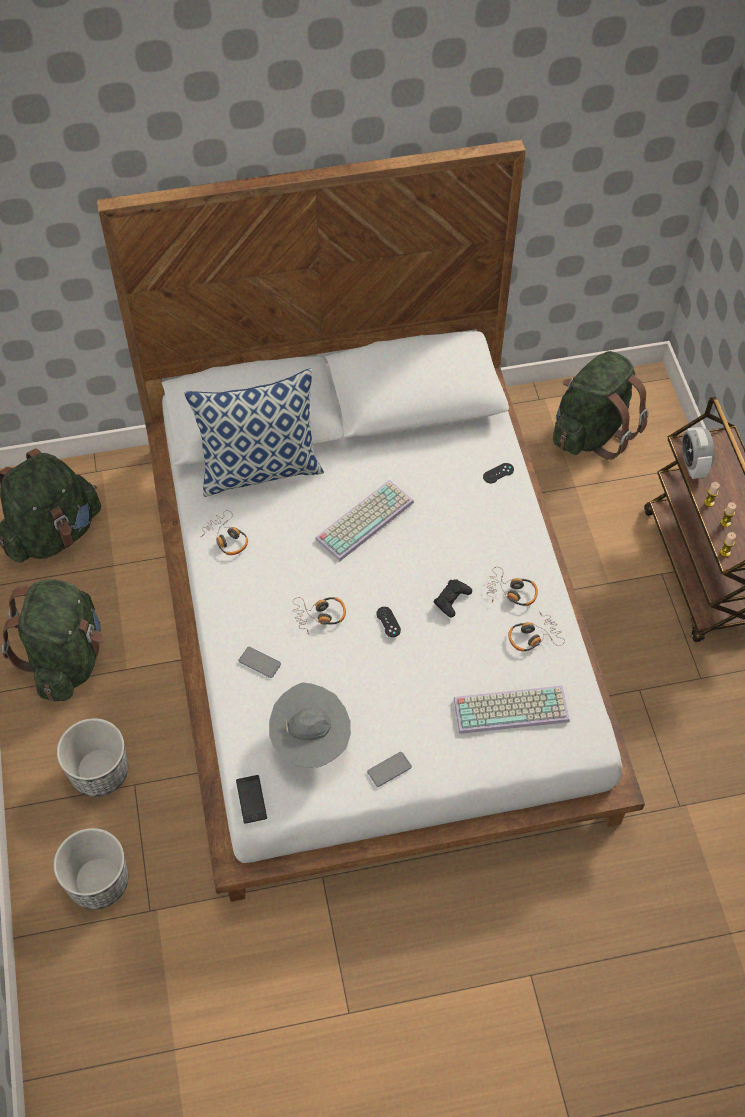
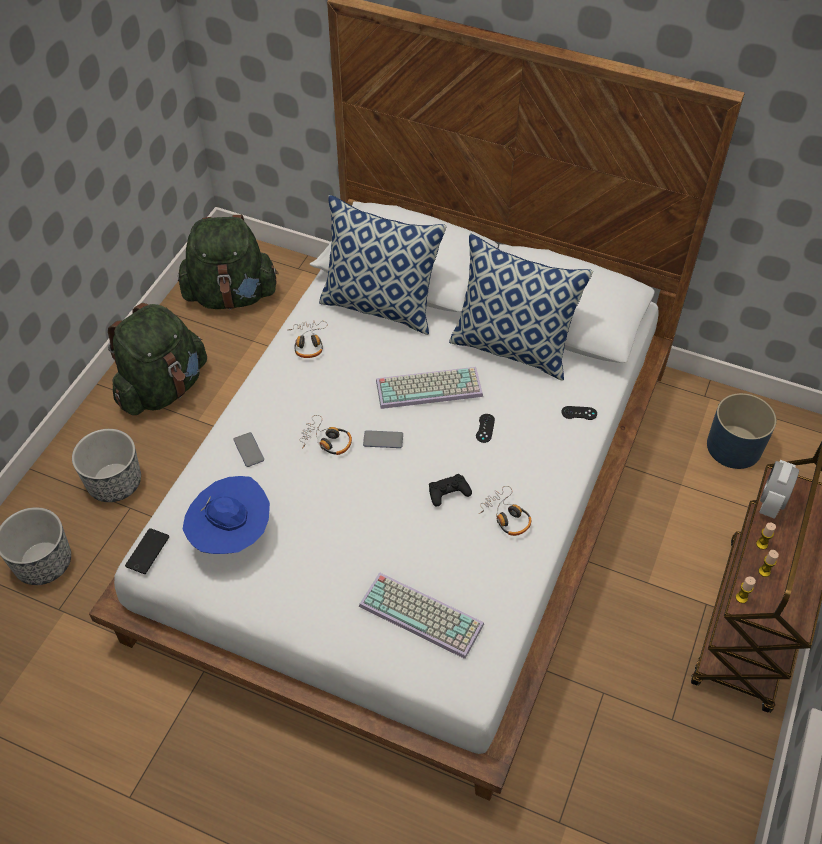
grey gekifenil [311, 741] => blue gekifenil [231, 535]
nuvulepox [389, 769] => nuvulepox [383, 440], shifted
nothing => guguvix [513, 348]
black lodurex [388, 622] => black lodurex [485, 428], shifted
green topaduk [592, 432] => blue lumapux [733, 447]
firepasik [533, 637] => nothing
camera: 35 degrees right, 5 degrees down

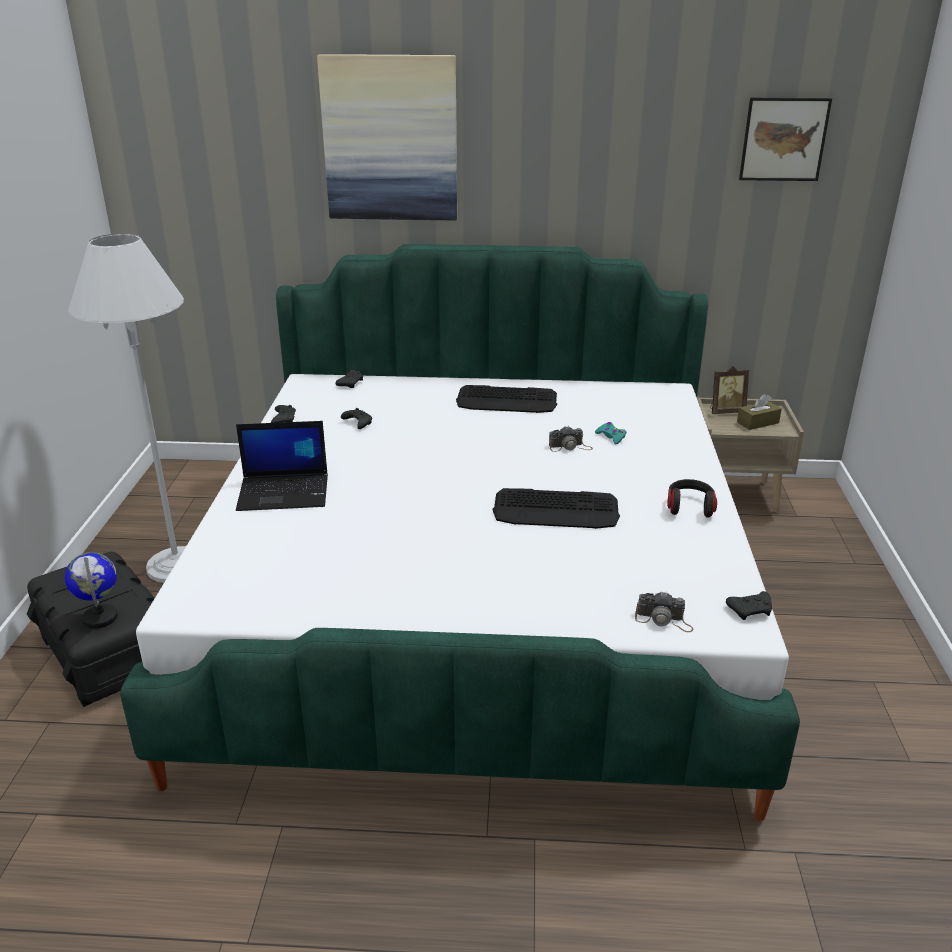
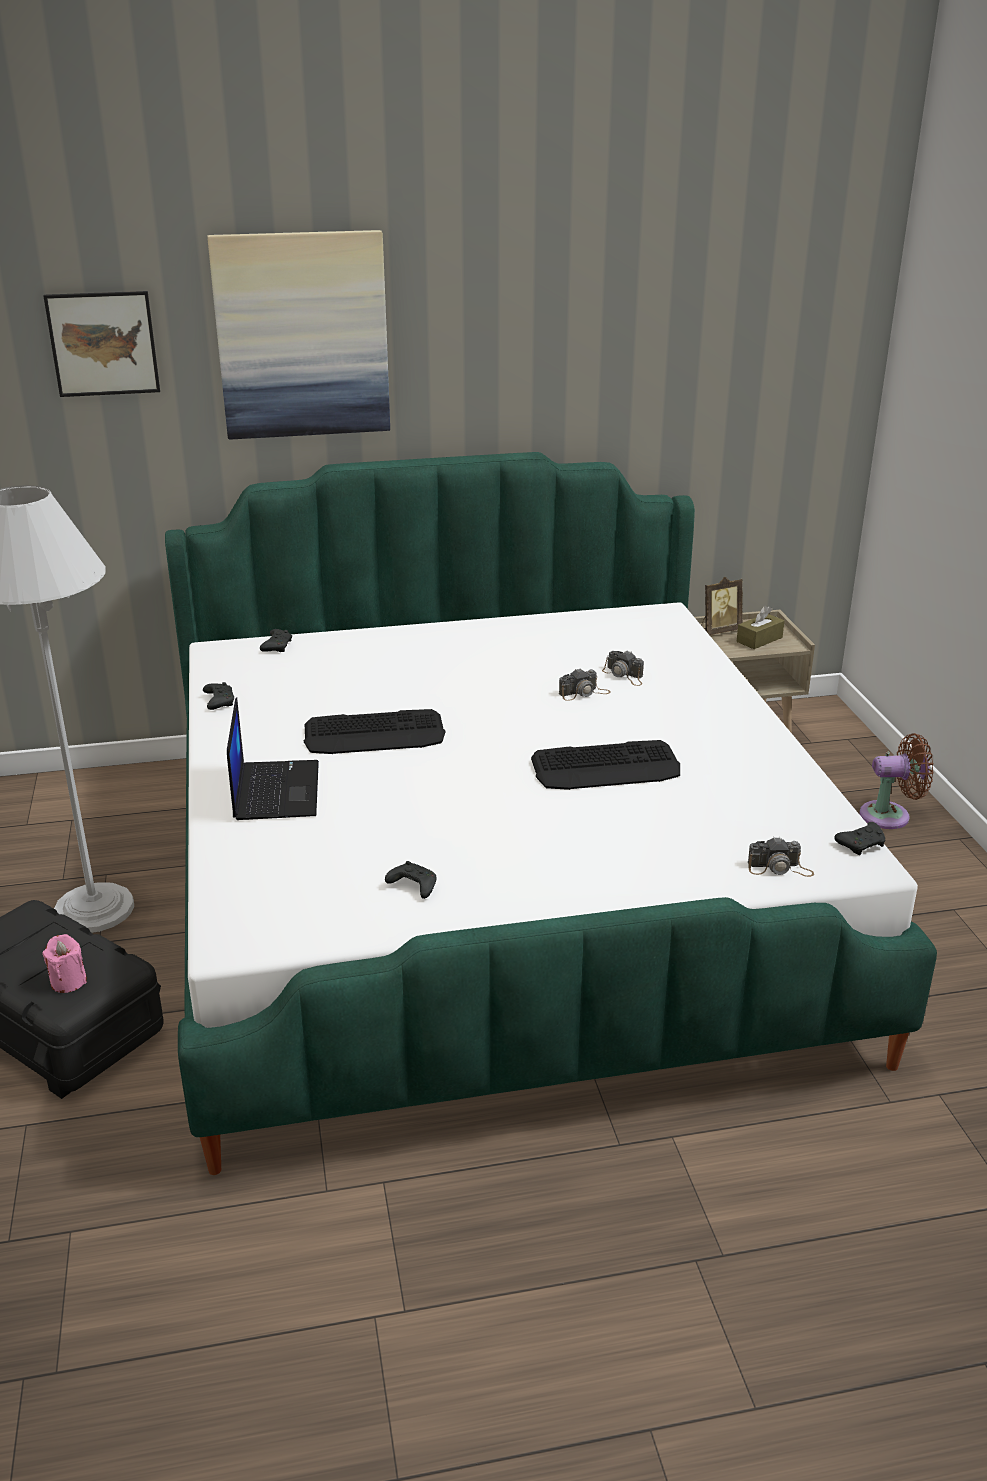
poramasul [100, 618] => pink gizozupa [68, 981]
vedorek [784, 139] => vedorek [103, 344], shifted
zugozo [285, 492] => zugozo [275, 790], 75 degrees counterclockwise
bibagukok [507, 401] => bibagukok [375, 734], shifted
black lodurex [357, 423] => black lodurex [412, 886], shifted
turquoise lodurex [611, 437] => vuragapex [624, 675]
nothing => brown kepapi [890, 816]
firepasik [690, 507] => nothing
camera: 15 degrees left, 0 degrees up

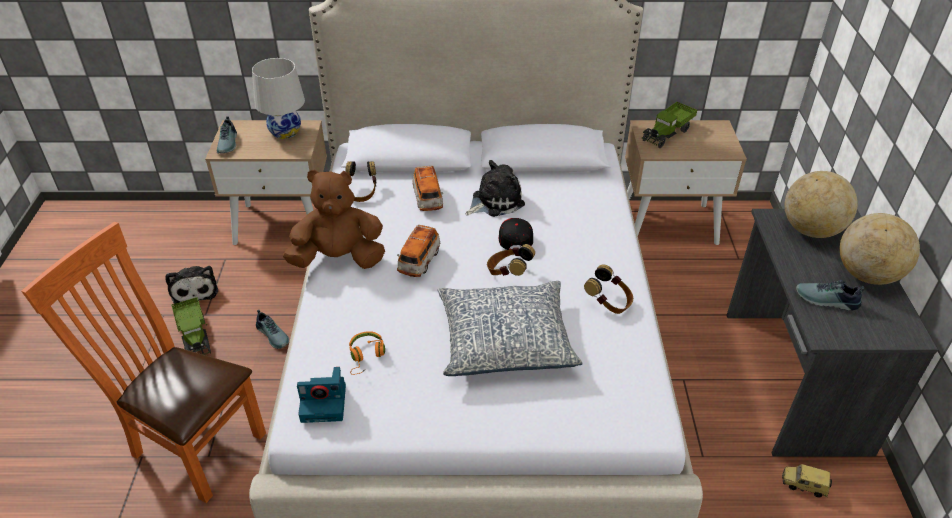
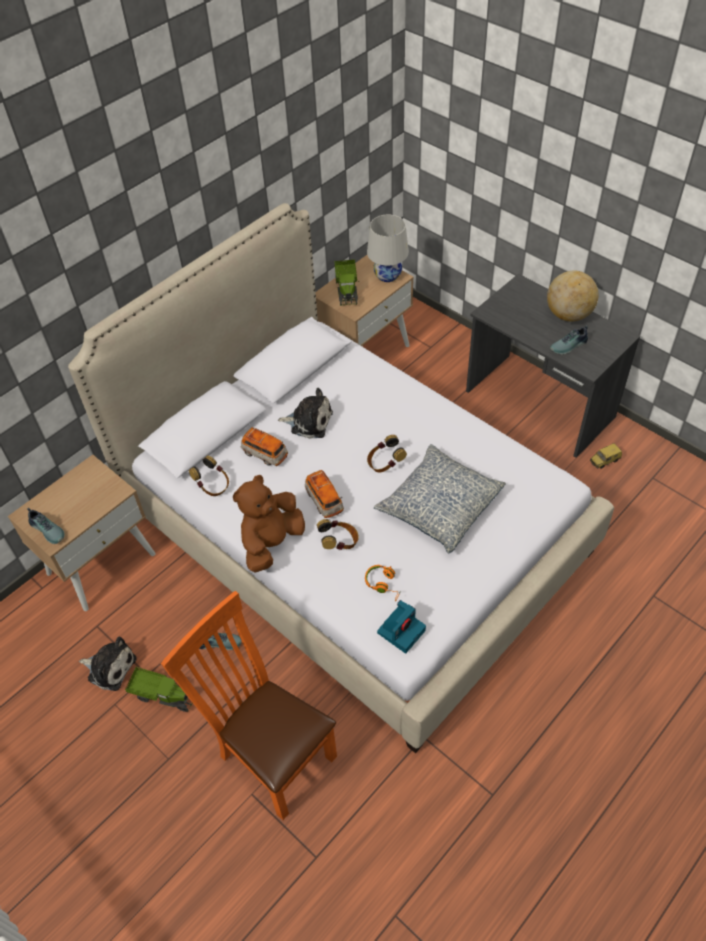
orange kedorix [191, 443] => orange kedorix [271, 754], 60 degrees clockwise
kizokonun [494, 201] => kizokonun [309, 421], 90 degrees clockwise
firepasik [609, 303] => firepasik [339, 542], shifted
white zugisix [285, 132] => white zugisix [387, 275], shifted
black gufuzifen [515, 236] => nothing
poramasul [811, 230] => nothing
camera: 45 degrees left, 10 degrees up

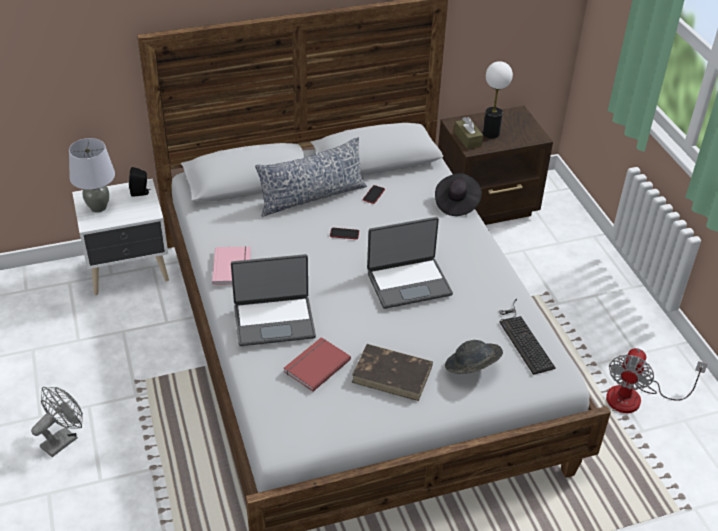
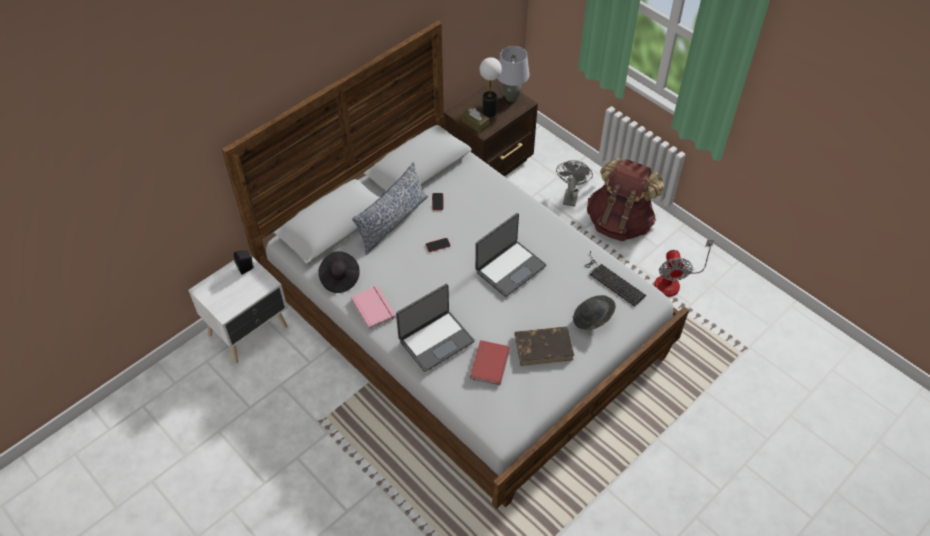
black gekifenil [456, 203] => black gekifenil [339, 278], shifted
grey zugisix [98, 207] => grey zugisix [511, 97], shifted
grey kepapi [63, 439] => grey kepapi [570, 195], shifted
nothing => brown topaduk [619, 223]
camera: 25 degrees left, 10 degrees up

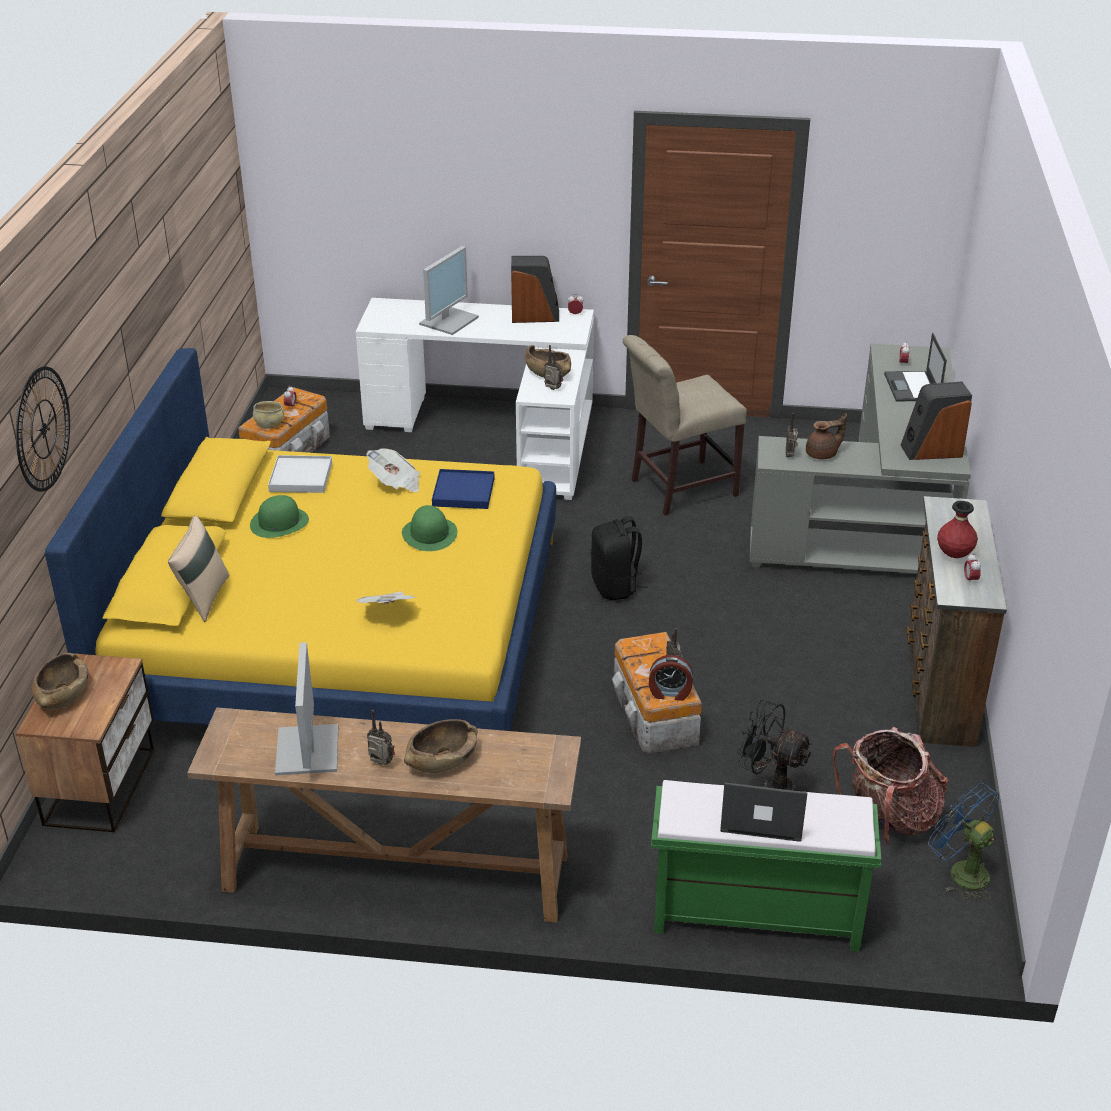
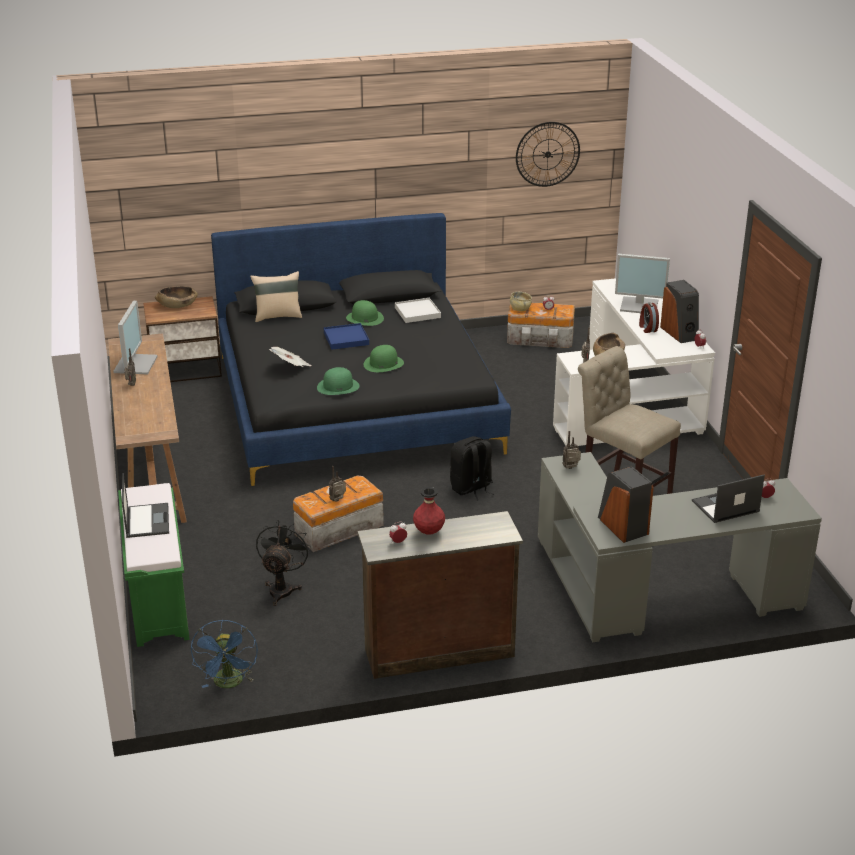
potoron [308, 751] => potoron [135, 364], 120 degrees clockwise
blue kepapi [960, 871] => blue kepapi [229, 684], 150 degrees clockwise
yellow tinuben [339, 632] => black tinuben [356, 402]
nothing => green gekifenil [338, 386]
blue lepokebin [463, 492] => blue lepokebin [346, 338], shifted
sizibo [43, 429] => sizibo [547, 154], shifted
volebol [670, 693] => volebol [647, 328], shifted
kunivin [395, 483] => nothing
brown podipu [442, 759] => nothing
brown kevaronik [823, 454] => nothing
topaduk [889, 817] => nothing
camera: 70 degrees right, 5 degrees down

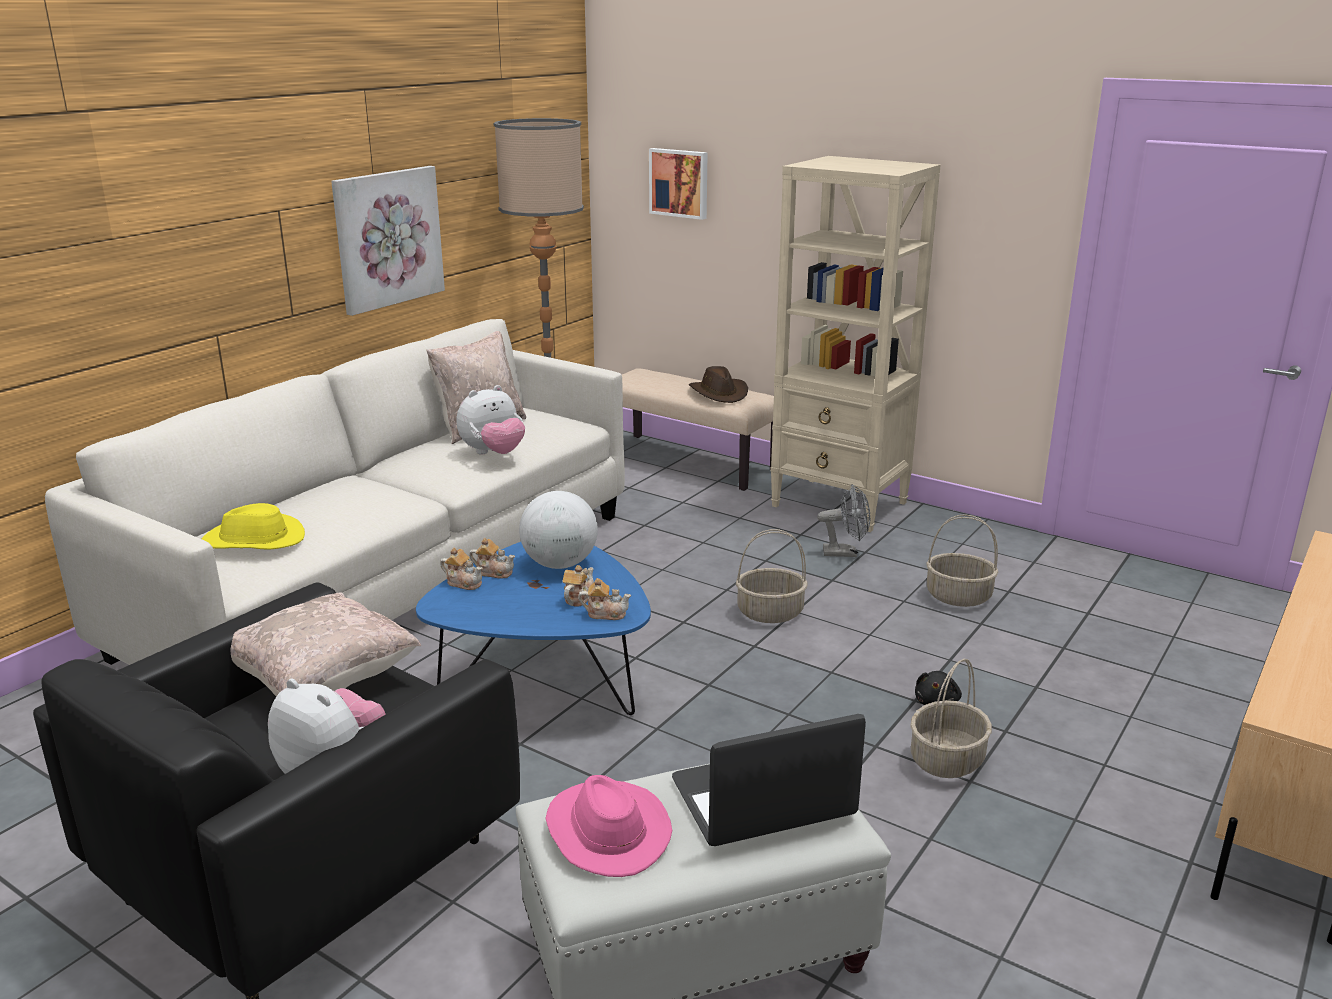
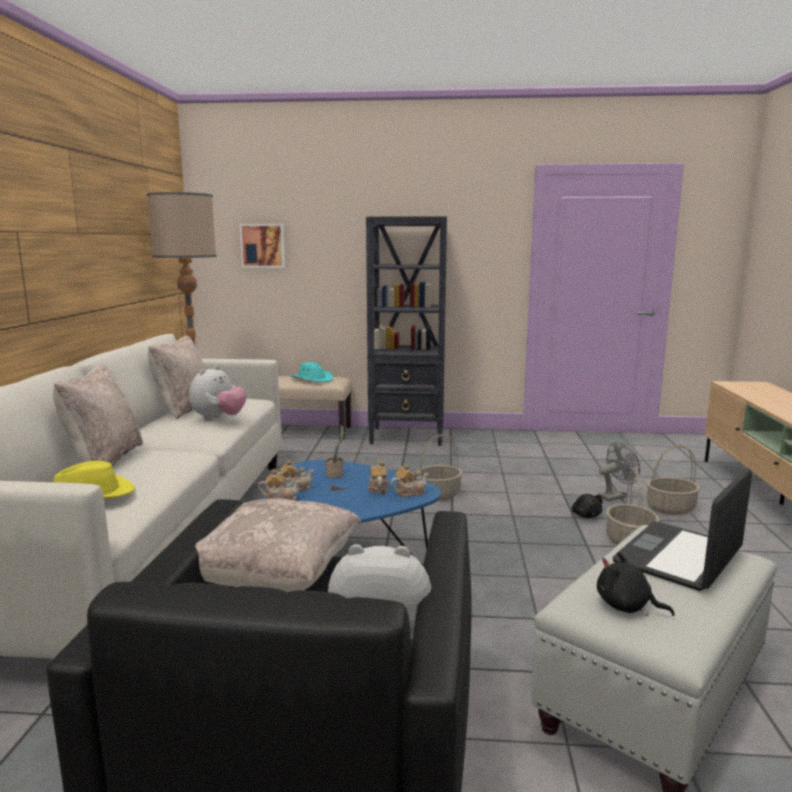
nothing => beige guguvix [104, 460]
brown gekifenil [719, 393] => turquoise gekifenil [312, 379]
poramasul [559, 564] => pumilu [336, 474]
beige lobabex [840, 505] => black lobabex [408, 437]
pink gekifenil [605, 831] => black kizokonun [626, 606]
grey kepapi [845, 553] => grey kepapi [615, 496], shifted
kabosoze [959, 596] => kabosoze [670, 508], shifted
vedorek [387, 238] => nothing
camera: 30 degrees left, 10 degrees down

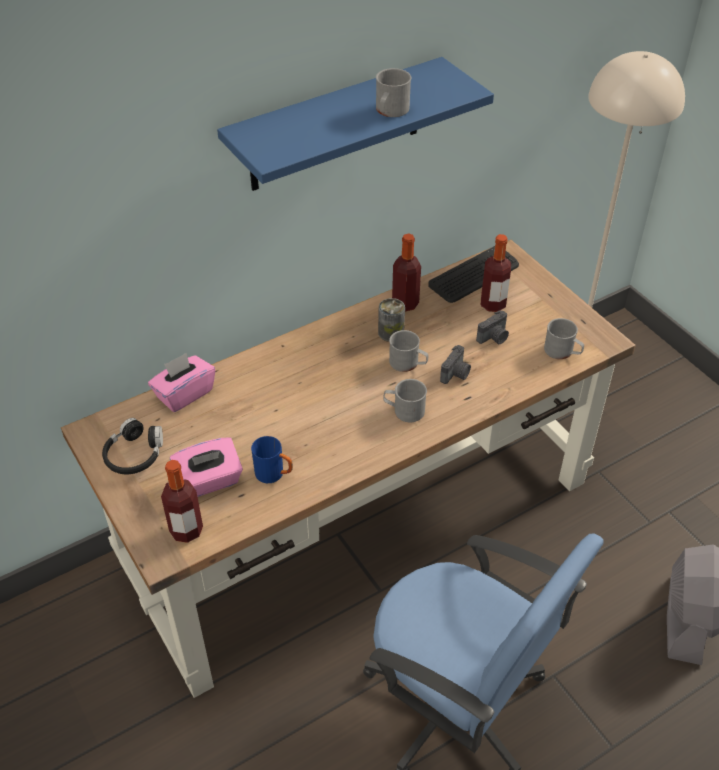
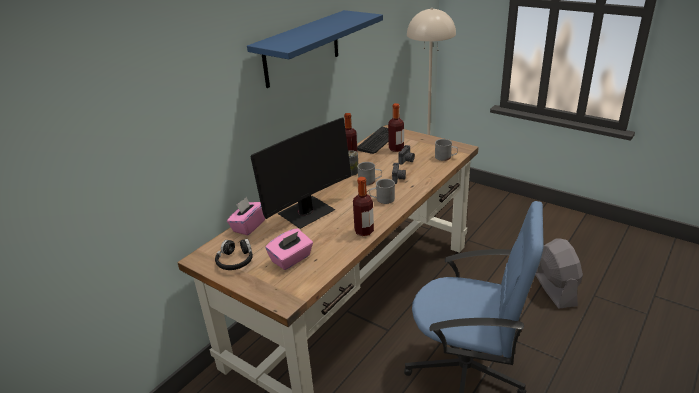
nothing => potoron [306, 213]
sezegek [186, 530] => sezegek [364, 231], shifted
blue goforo [274, 474] => nothing
grey goforo [390, 111] => nothing
camera: 20 degrees left, 15 degrees down

